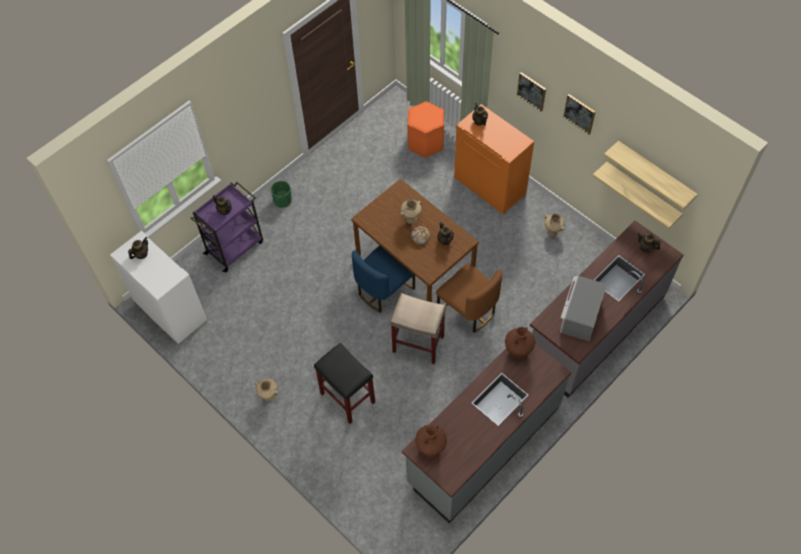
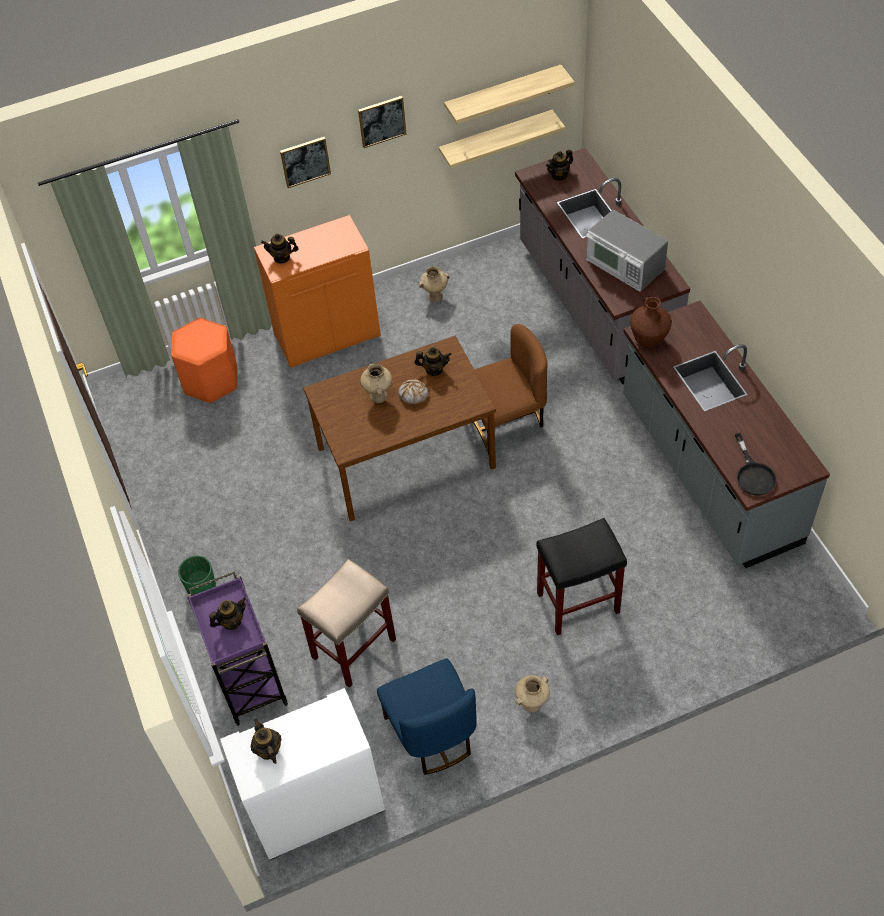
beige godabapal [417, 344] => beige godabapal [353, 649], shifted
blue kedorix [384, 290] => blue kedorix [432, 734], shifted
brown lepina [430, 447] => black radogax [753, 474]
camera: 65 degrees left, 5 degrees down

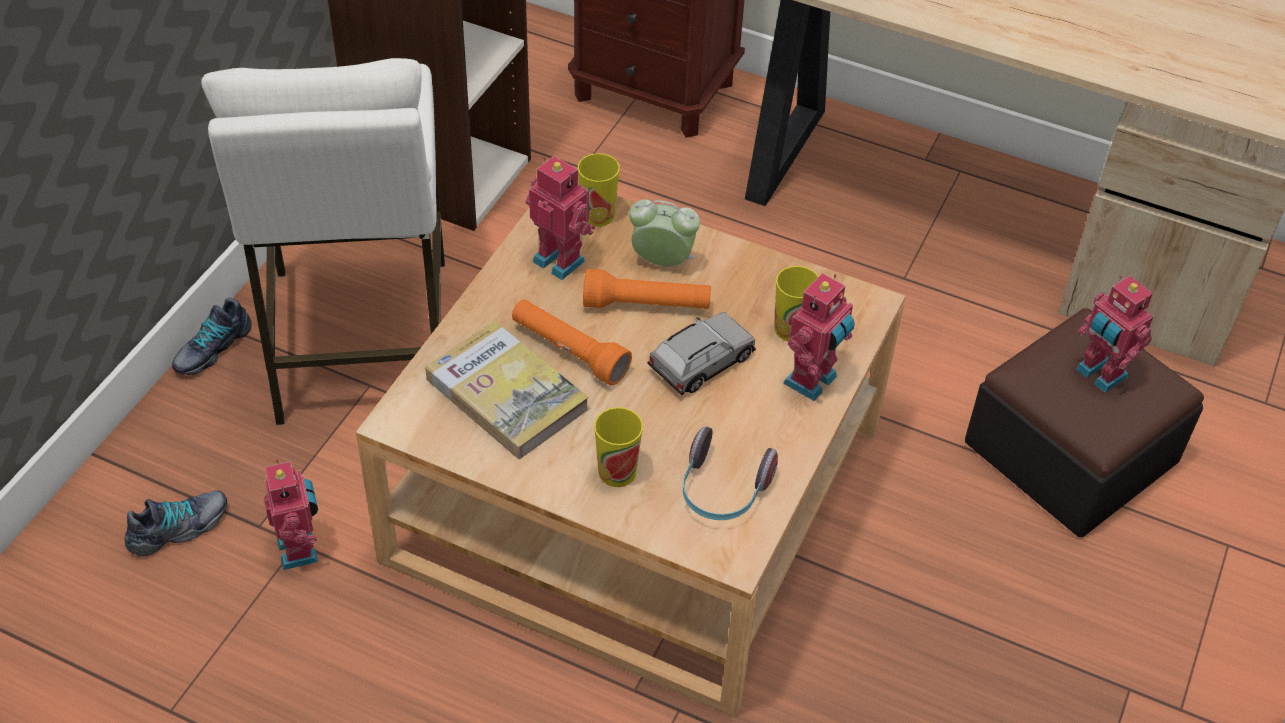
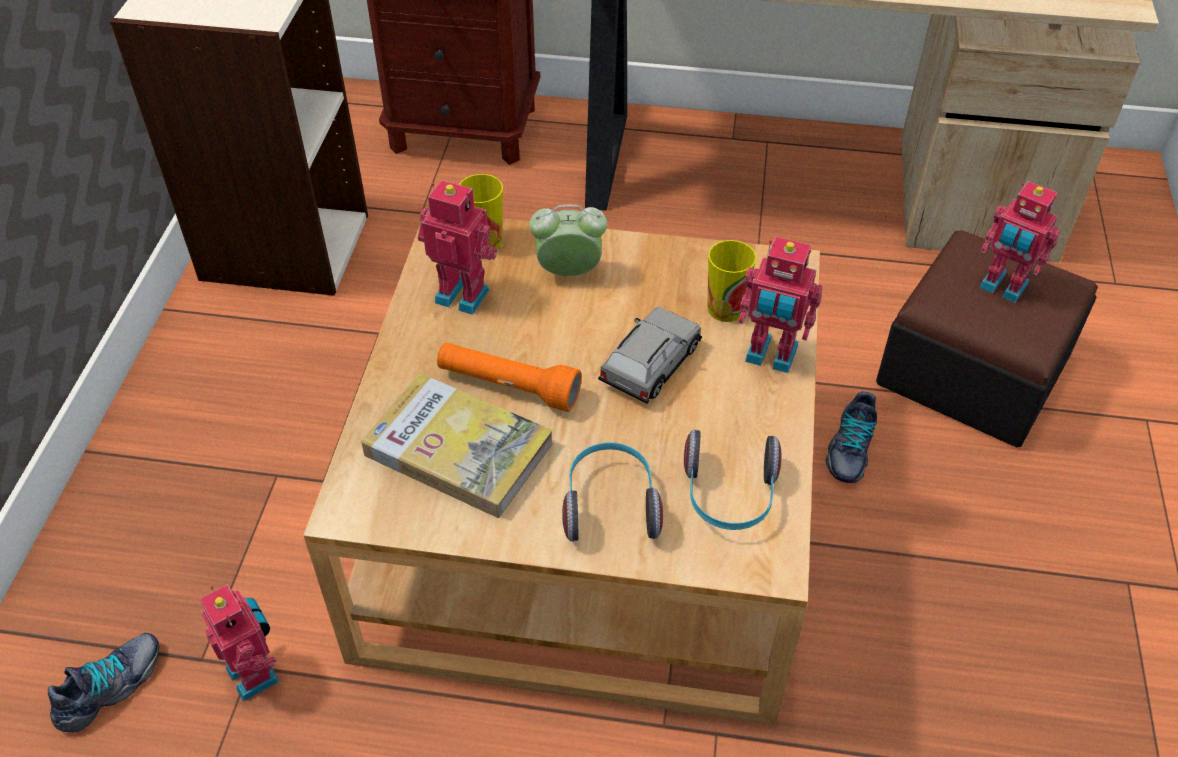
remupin [617, 472] => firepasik [610, 504]
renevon [813, 381] => renevon [770, 356], 90 degrees clockwise
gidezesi [212, 348] => gidezesi [849, 448], shifted
white godabapal [360, 340] => nothing
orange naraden [646, 305] => nothing
camera: 15 degrees left, 0 degrees up

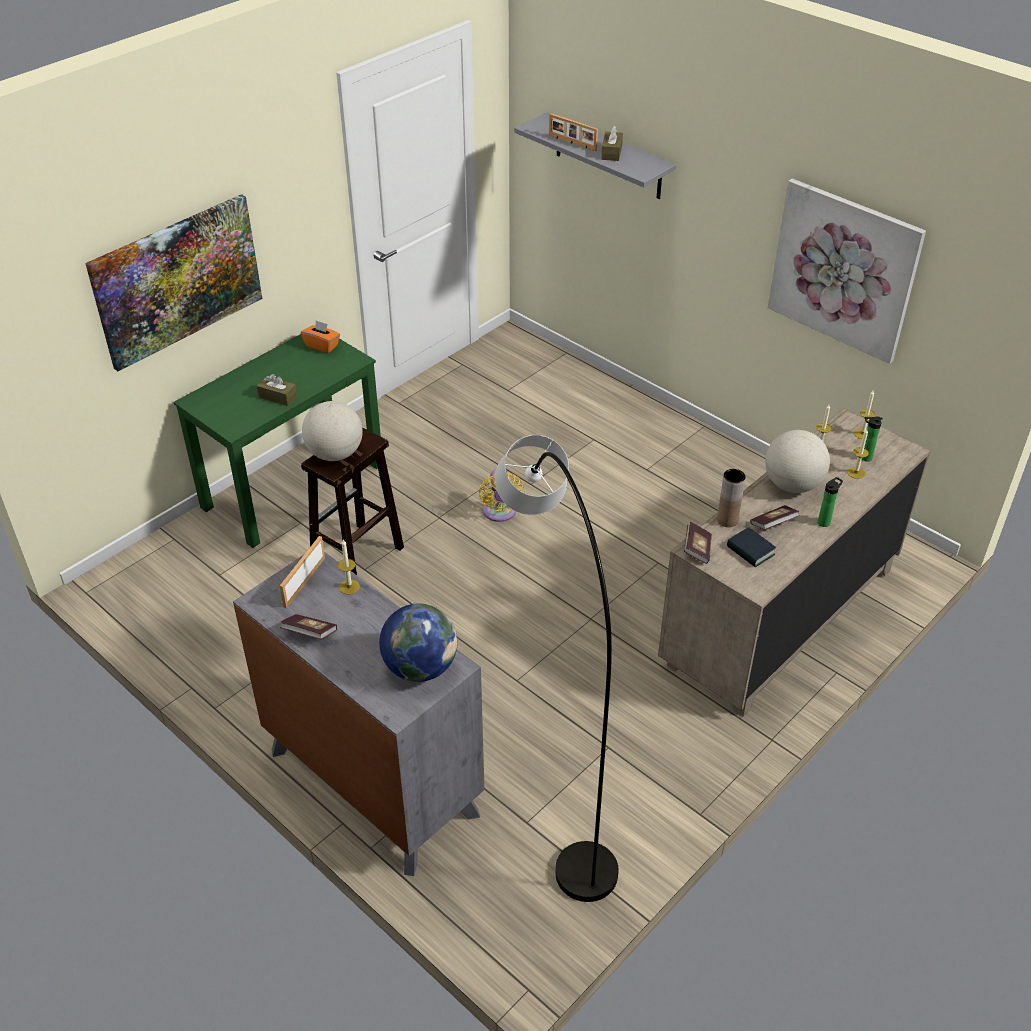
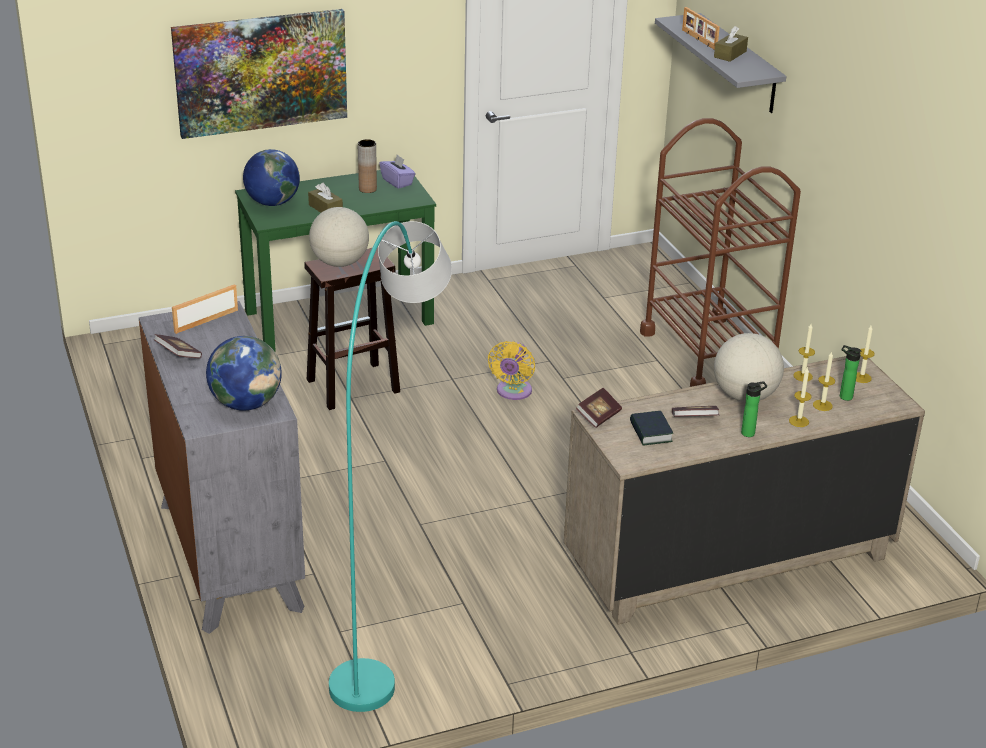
nothing => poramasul [272, 202]
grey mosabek [553, 777] => turquoise mosabek [392, 607]
brown lepina [727, 520] => brown lepina [367, 189], shifted
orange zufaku [322, 346] => purple zufaku [397, 182]
nothing => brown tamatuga [708, 354]
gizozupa [349, 587] => gizozupa [799, 421], shifted
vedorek [843, 270] => nothing
camera: 25 degrees right, 10 degrees down

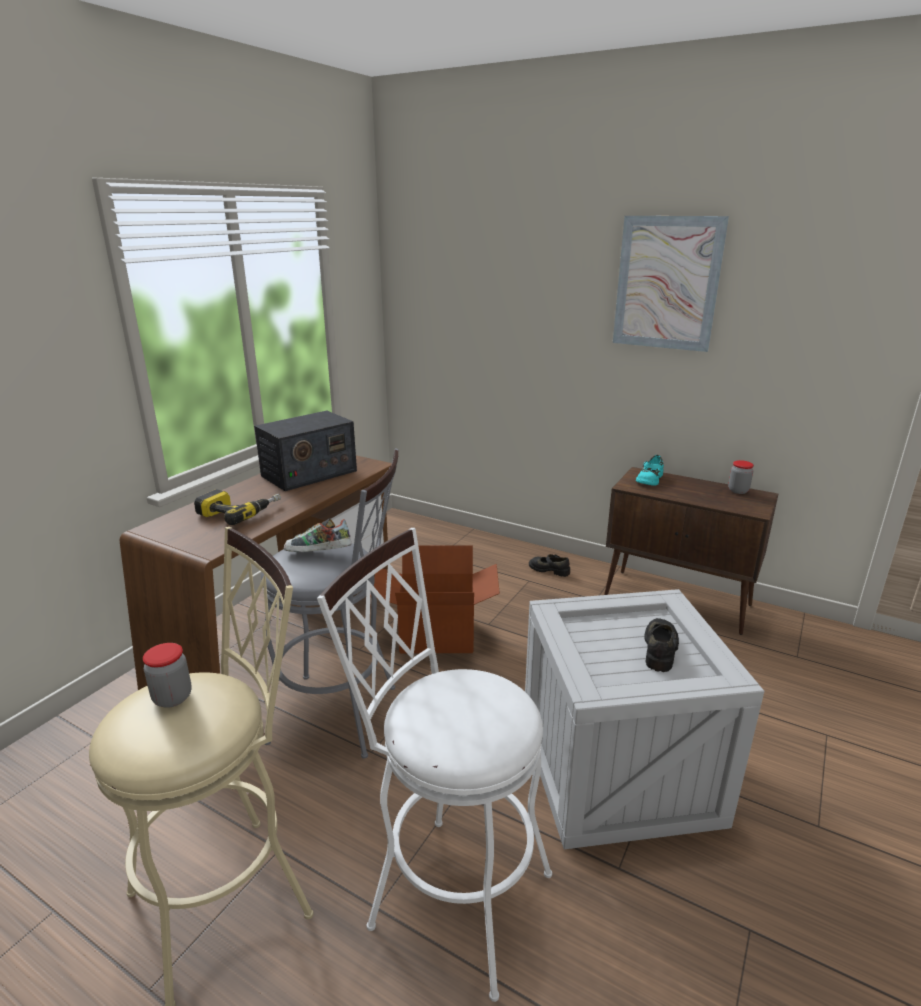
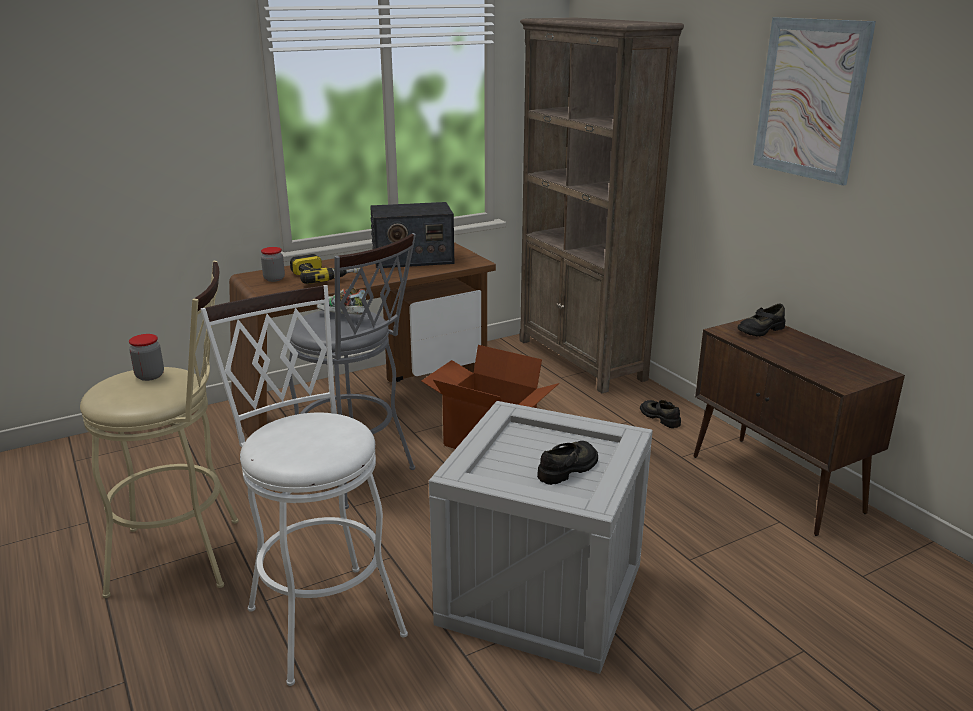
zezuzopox [738, 491] => zezuzopox [274, 279], shifted
nothing => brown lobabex [581, 360]
turquoise gidezesi [649, 479] => black gidezesi [760, 330]
camera: 30 degrees right, 0 degrees up

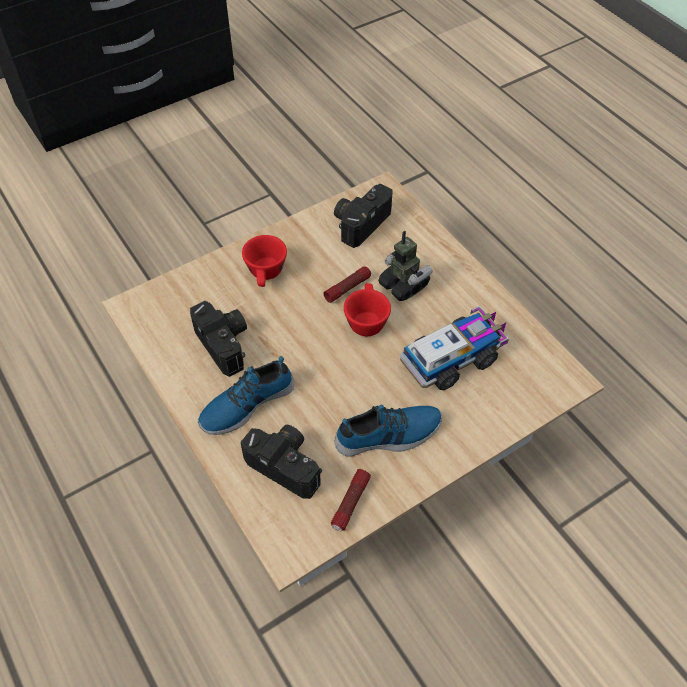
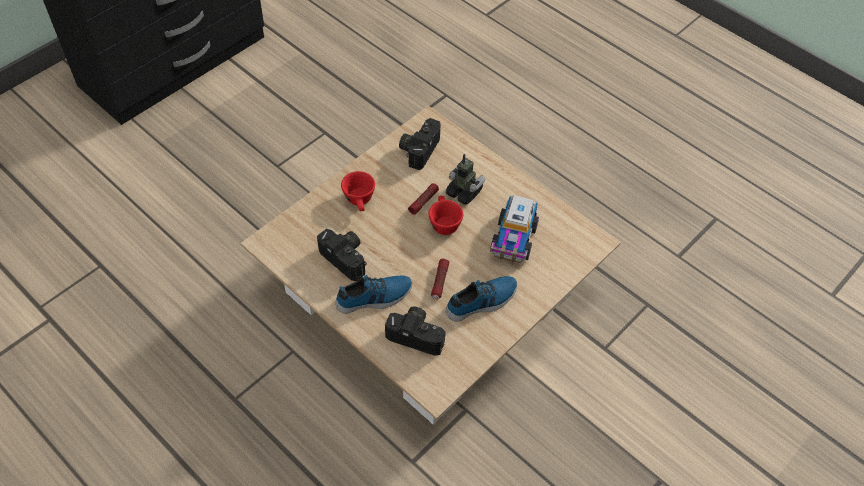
gidezesi [246, 403] => gidezesi [374, 297], 150 degrees counterclockwise
naraden [350, 503] => naraden [440, 282], shifted
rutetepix [454, 358] => rutetepix [513, 240], 150 degrees clockwise
camera: 15 degrees left, 0 degrees up

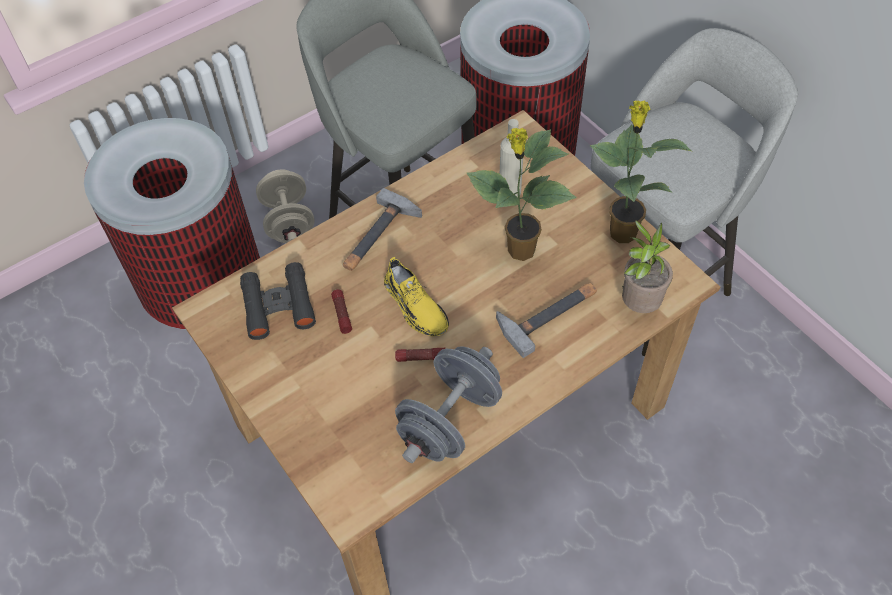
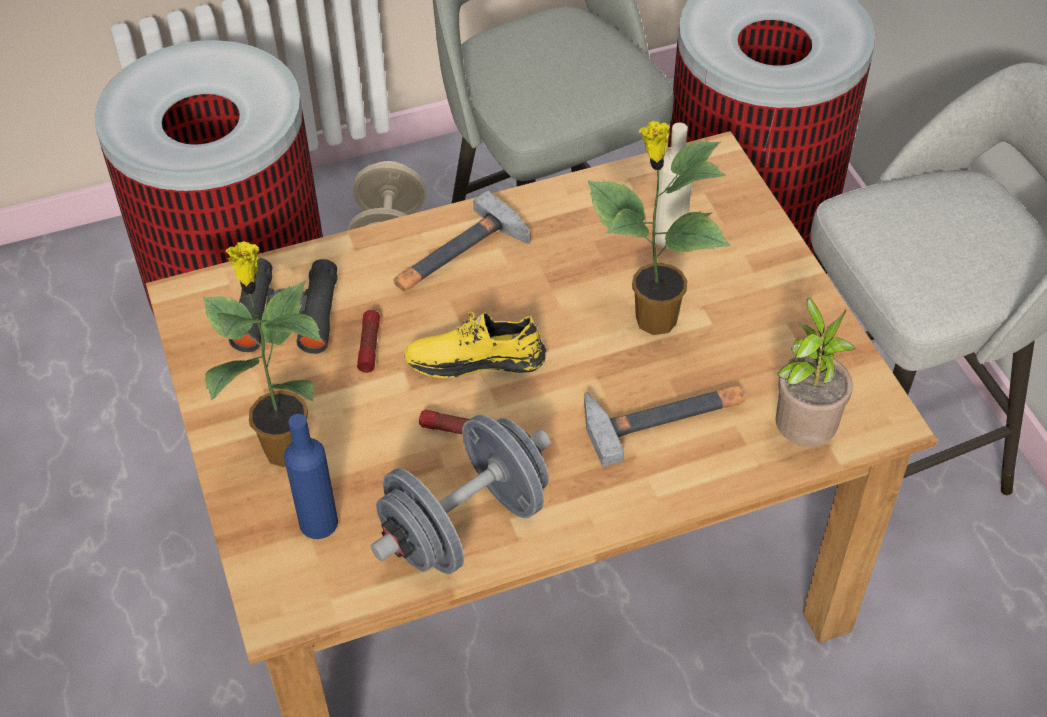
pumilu [621, 231] => pumilu [285, 446], shifted
nothing => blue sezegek [318, 522]
yellow gidezesi [415, 306] => yellow gidezesi [475, 359], 105 degrees clockwise
camera: 15 degrees right, 5 degrees down

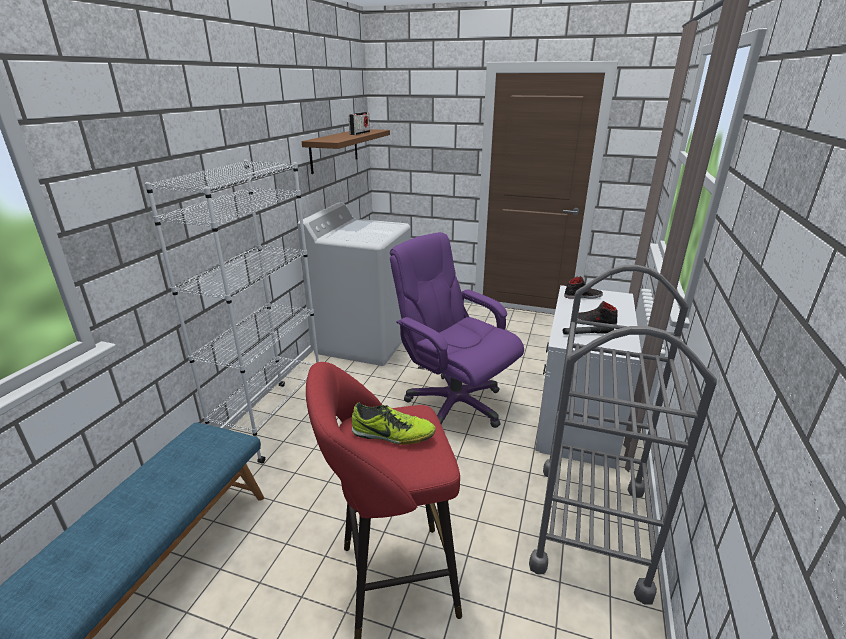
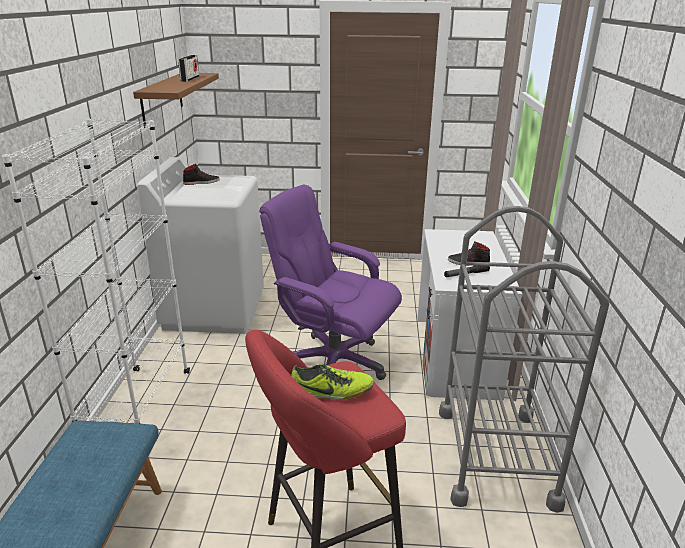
black gidezesi [582, 296] => black gidezesi [201, 182], shifted
camera: 15 degrees left, 0 degrees up

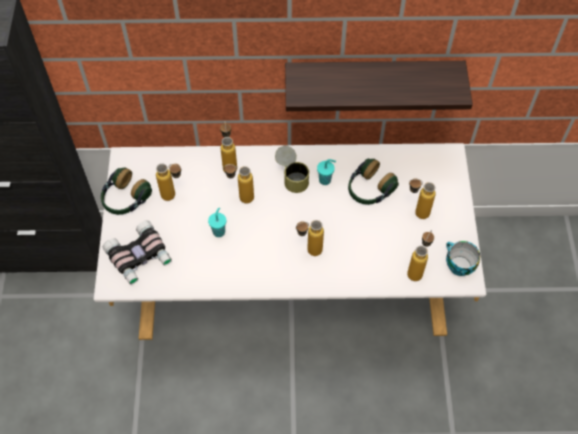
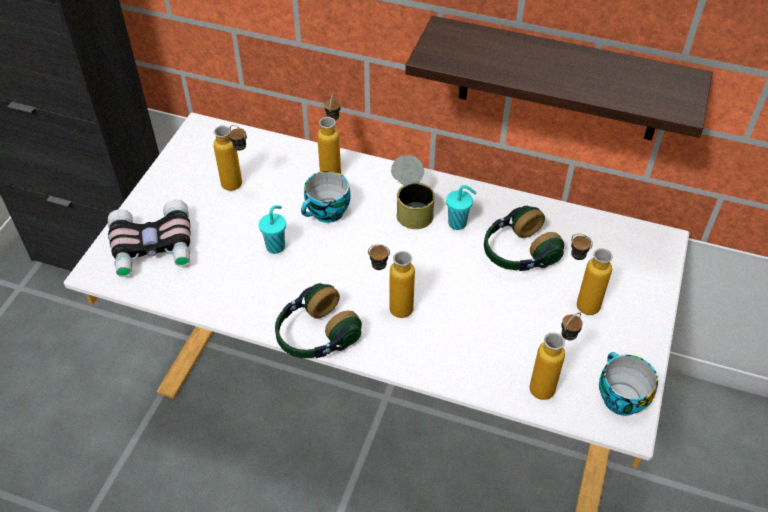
firepasik [125, 199] => firepasik [315, 336], shifted
sezegek [240, 198] => remupin [327, 213]
camera: 20 degrees right, 10 degrees down

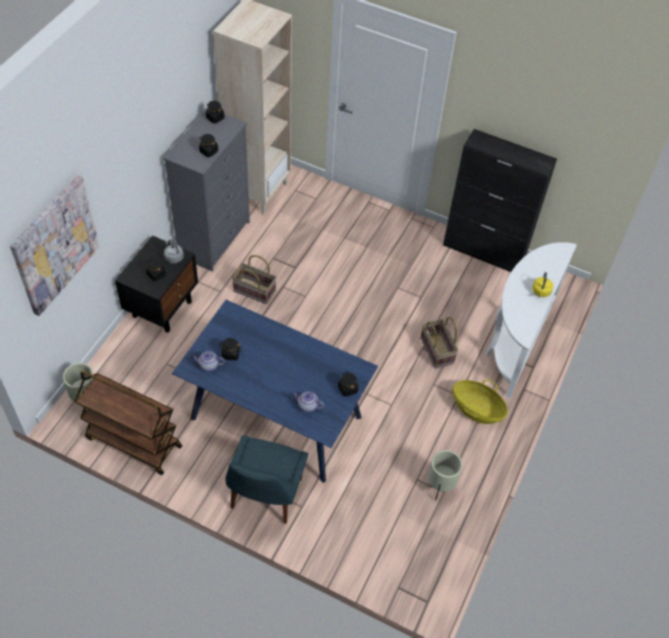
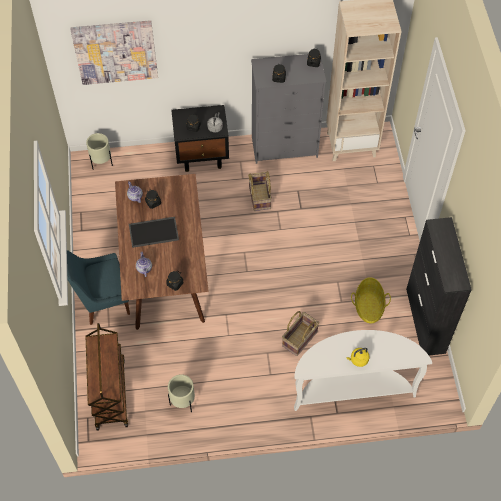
brown tamatuga [133, 442] => brown tamatuga [110, 393], shifted
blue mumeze [275, 418] => brown mumeze [164, 271]
nothing => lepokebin [154, 231]
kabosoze [477, 409] => kabosoze [368, 306], shifted
camera: 60 degrees right, 5 degrees up

